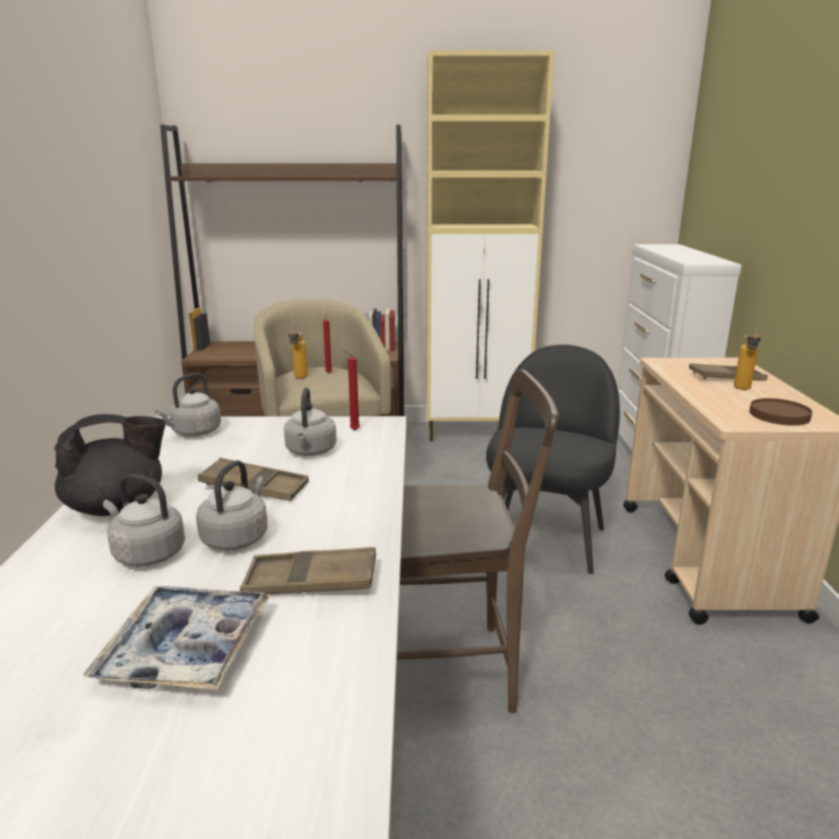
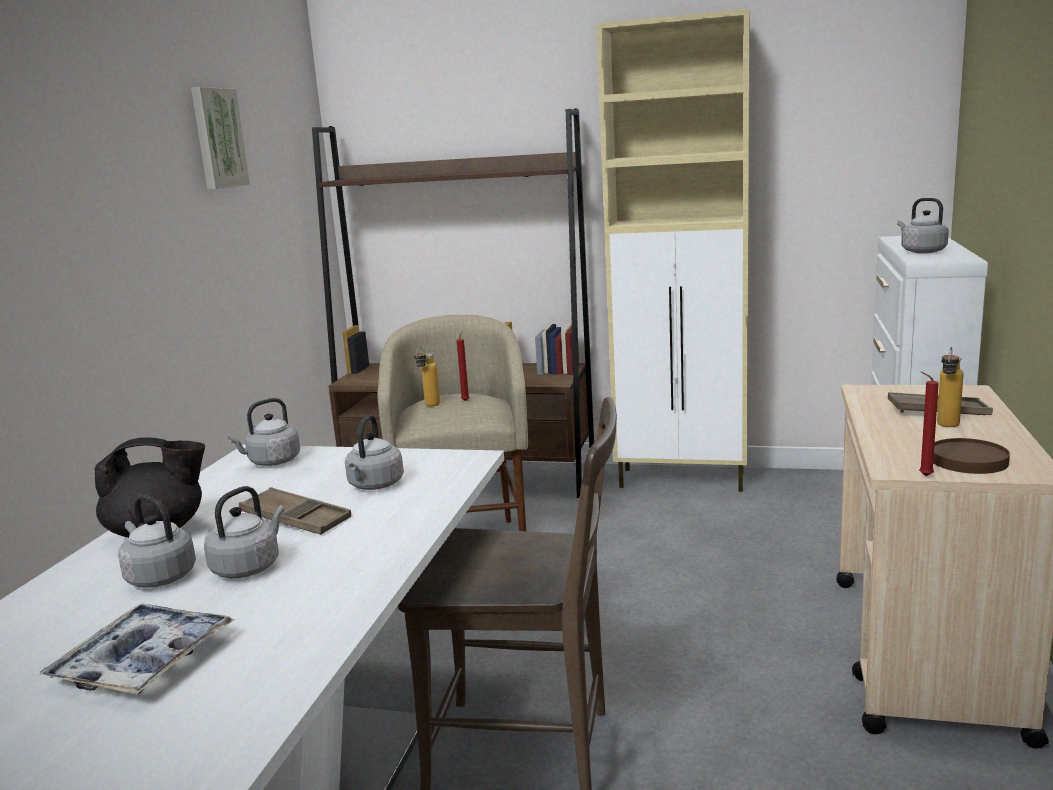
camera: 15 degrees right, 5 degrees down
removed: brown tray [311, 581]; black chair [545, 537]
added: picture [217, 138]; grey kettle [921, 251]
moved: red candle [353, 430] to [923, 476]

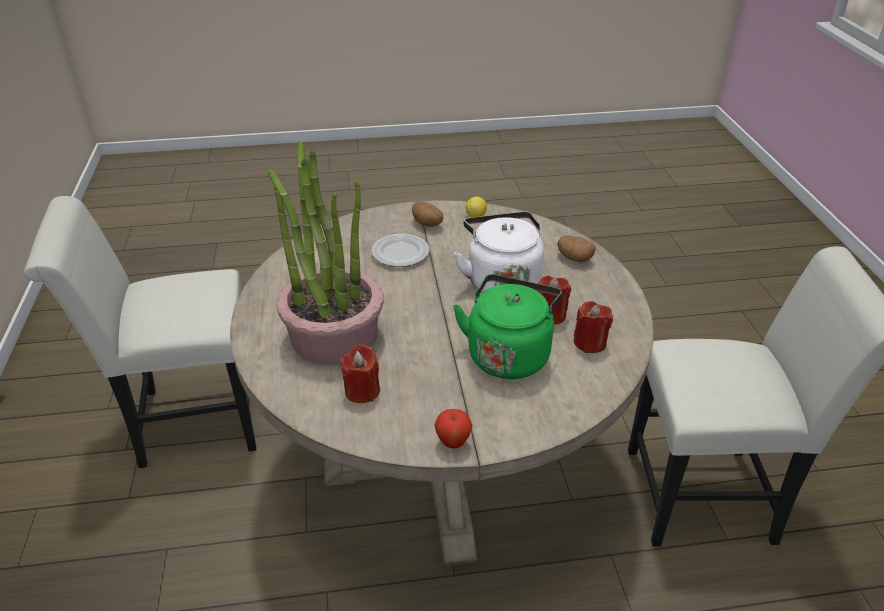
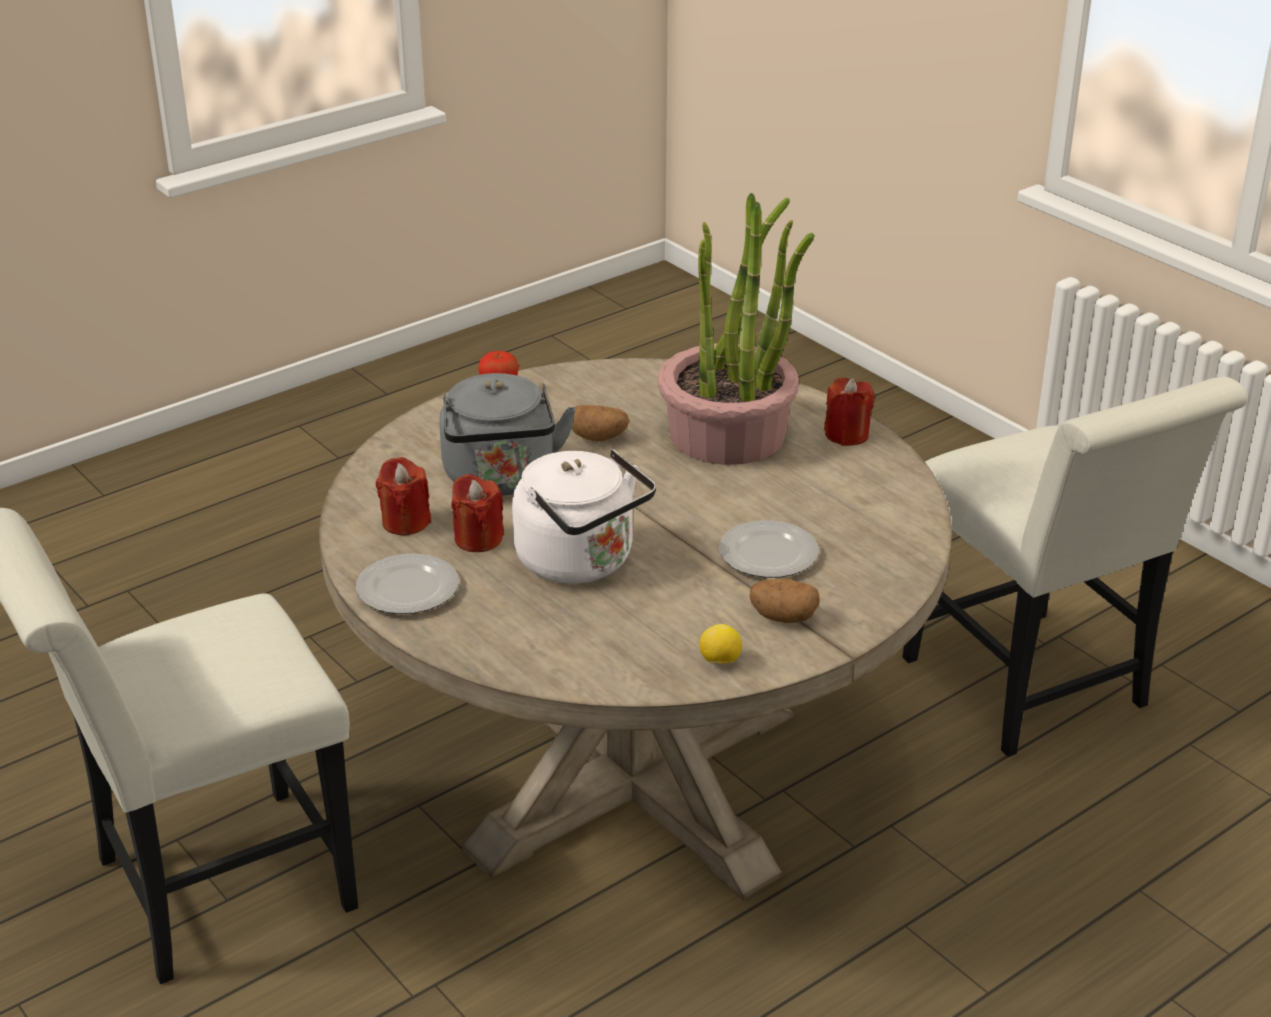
camera: 150 degrees right, 5 degrees down
added: plate [407, 590]
moved: red candle [362, 391] to [847, 435]; potato [574, 258] to [598, 438]
recoloured: green kettle [509, 354] to grey kettle [501, 480]
turned: white chair [188, 421] = [1035, 691] 105 degrees clockwise

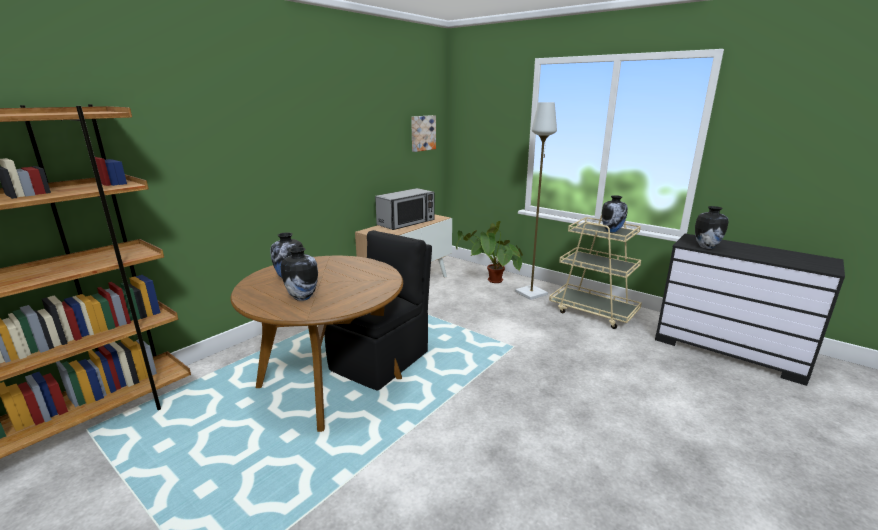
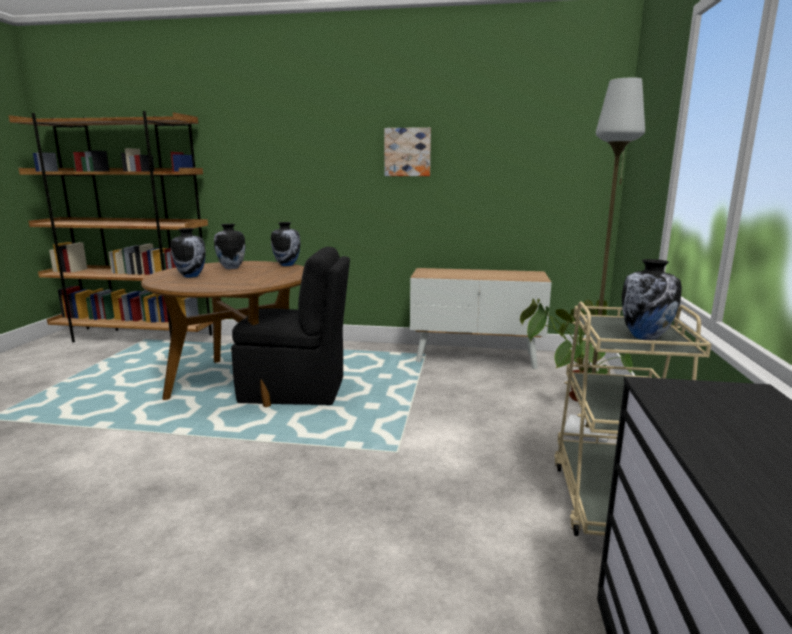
camera: 60 degrees right, 5 degrees down
removed: microwave [406, 223]
moved: picture [422, 133] to [407, 152]; vase [706, 247] to [287, 265]

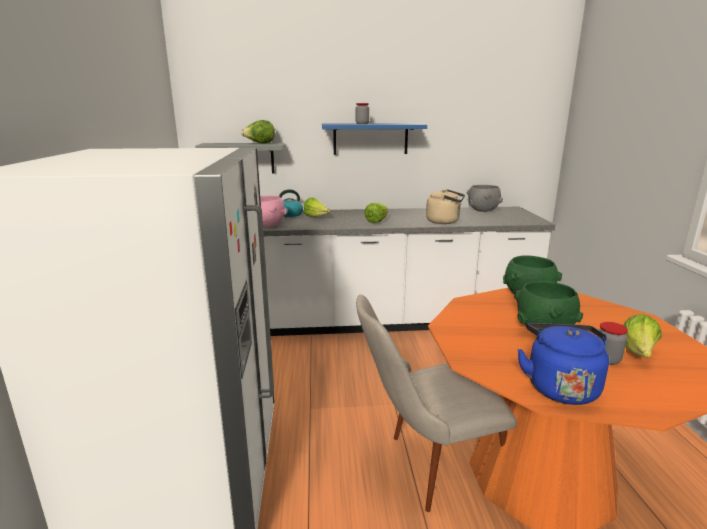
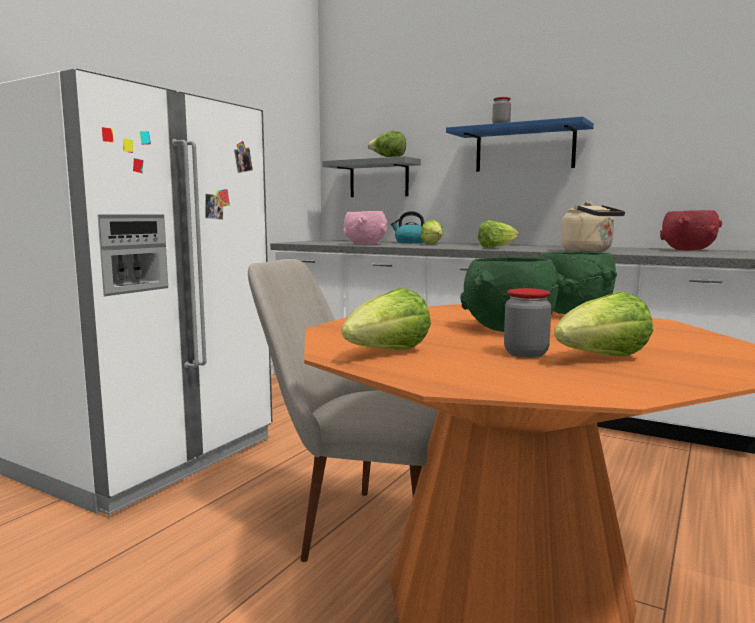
camera: 35 degrees right, 10 degrees down
replaced: blue kettle [559, 386] to lettuce [386, 353]
recoloured: grey bowl [483, 210] to red bowl [688, 250]

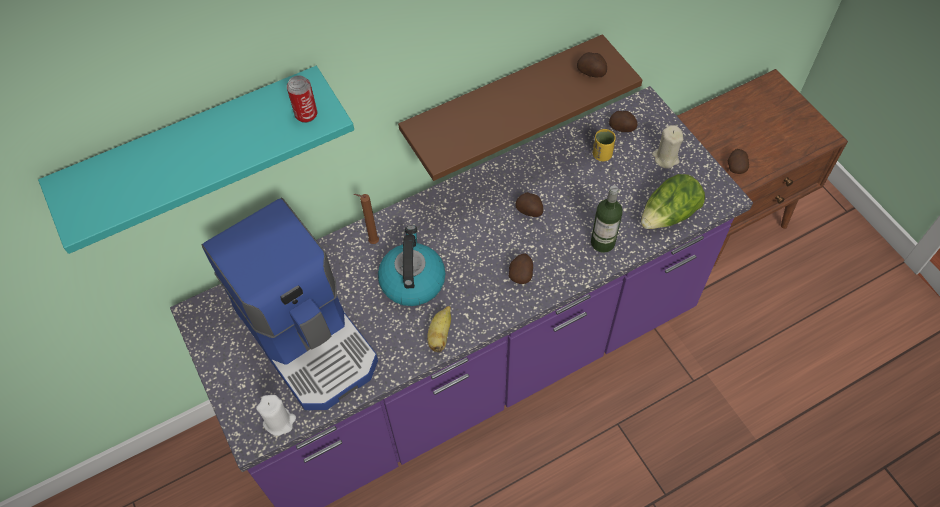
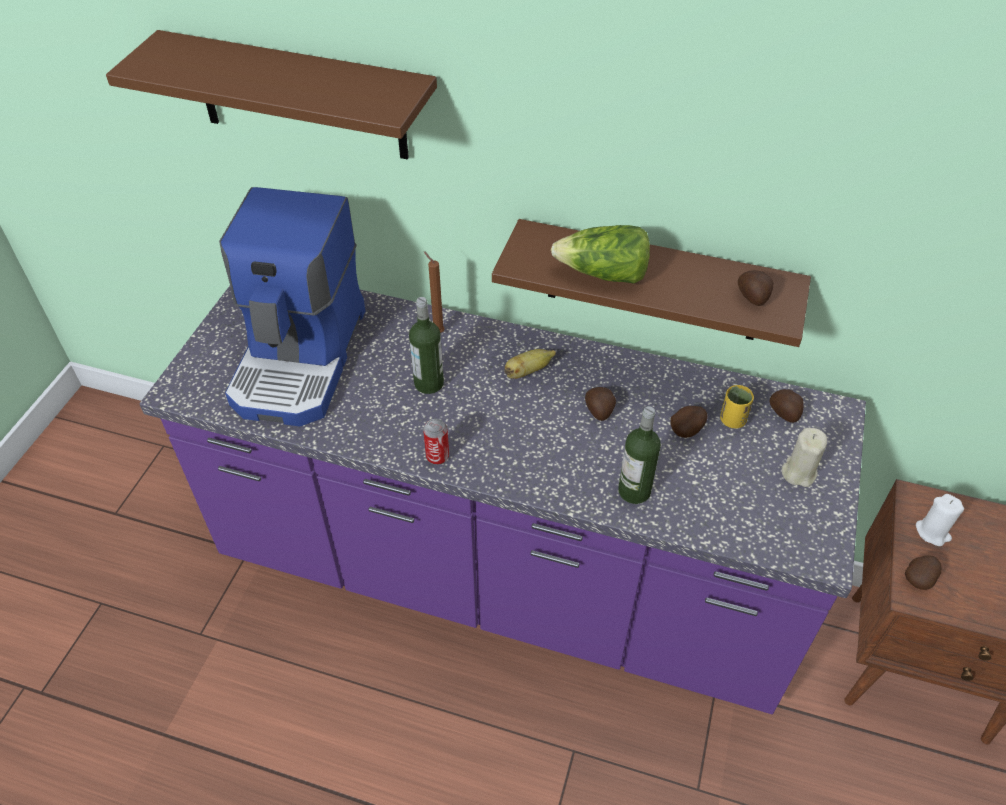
camera: 45 degrees right, 10 degrees down
moved: white candle [279, 421] to [932, 532]; can [306, 115] to [437, 456]; banana [440, 335] to [528, 371]; potato [521, 274] to [687, 429]; lettuce [669, 215] to [603, 274]
replaced: kettle [412, 280] to bottle [429, 383]
recoloured: turquoise shelf [195, 149] to brown shelf [300, 97]

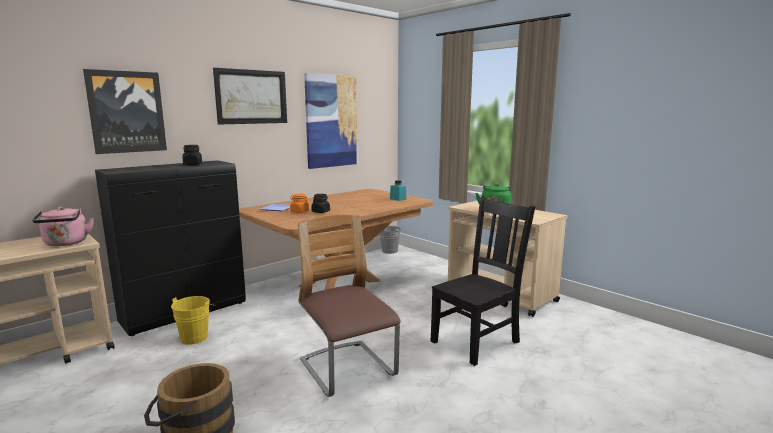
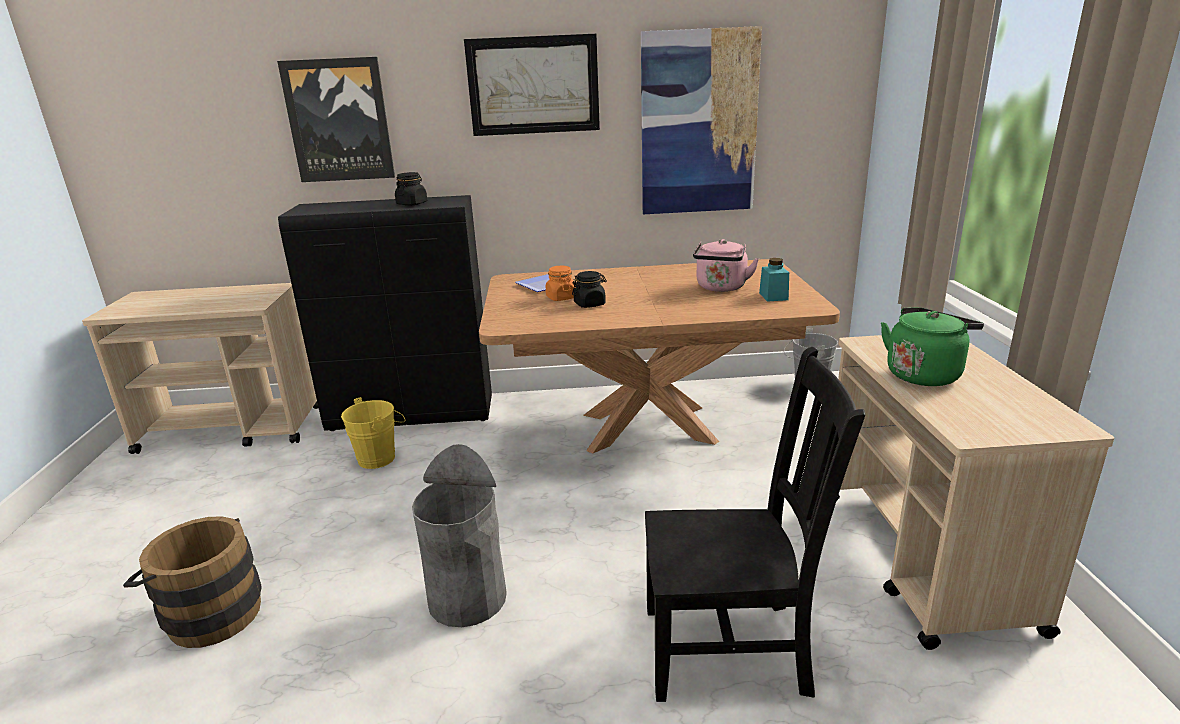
camera: 40 degrees right, 10 degrees up
moved: pink kettle [66, 243] to [721, 288]
replaced: chair [347, 369] to grey trash can [467, 598]

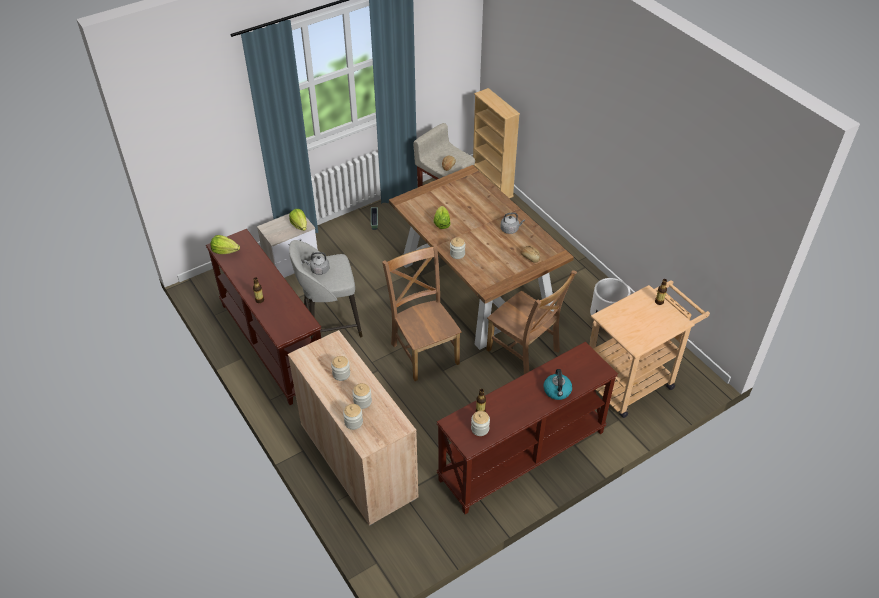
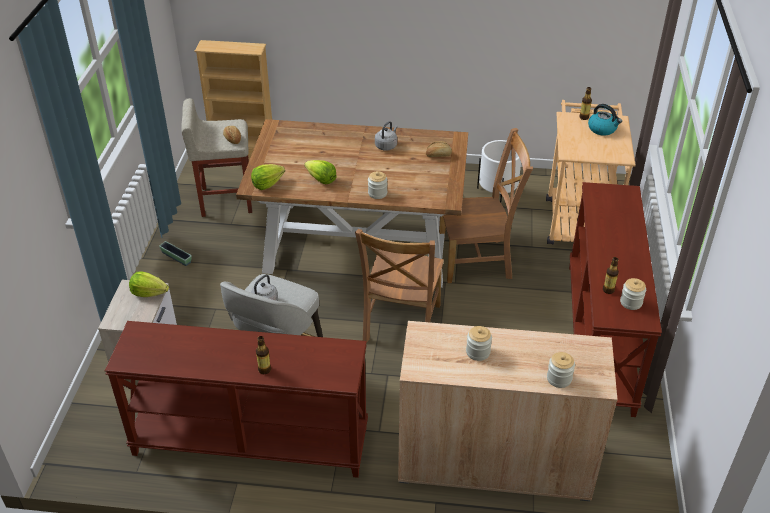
camera: 50 degrees left, 5 degrees down
removed: jar [362, 402]
moved: lettuce [225, 251] to [267, 184]; kettle [557, 391] to [602, 129]
turned: brown chair [424, 351] = [401, 326] 90 degrees counterclockwise

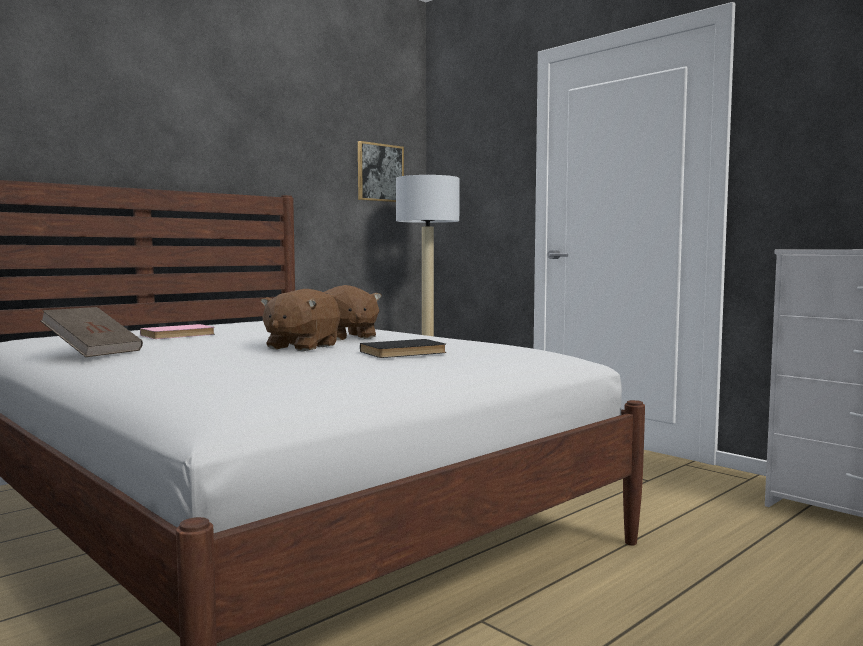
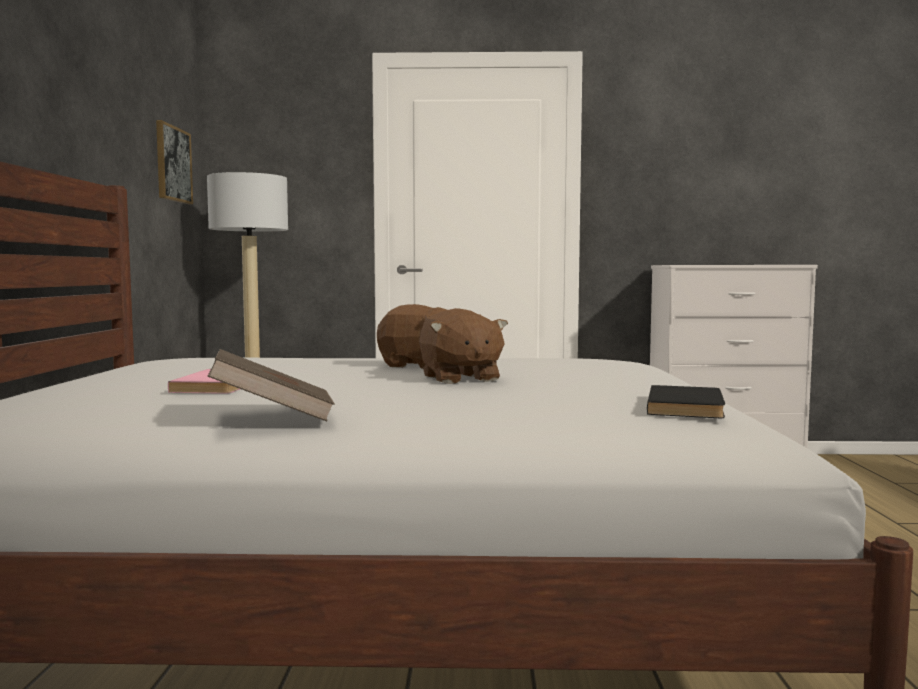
camera: 45 degrees left, 0 degrees up
moved: black book [404, 352] to [689, 407]

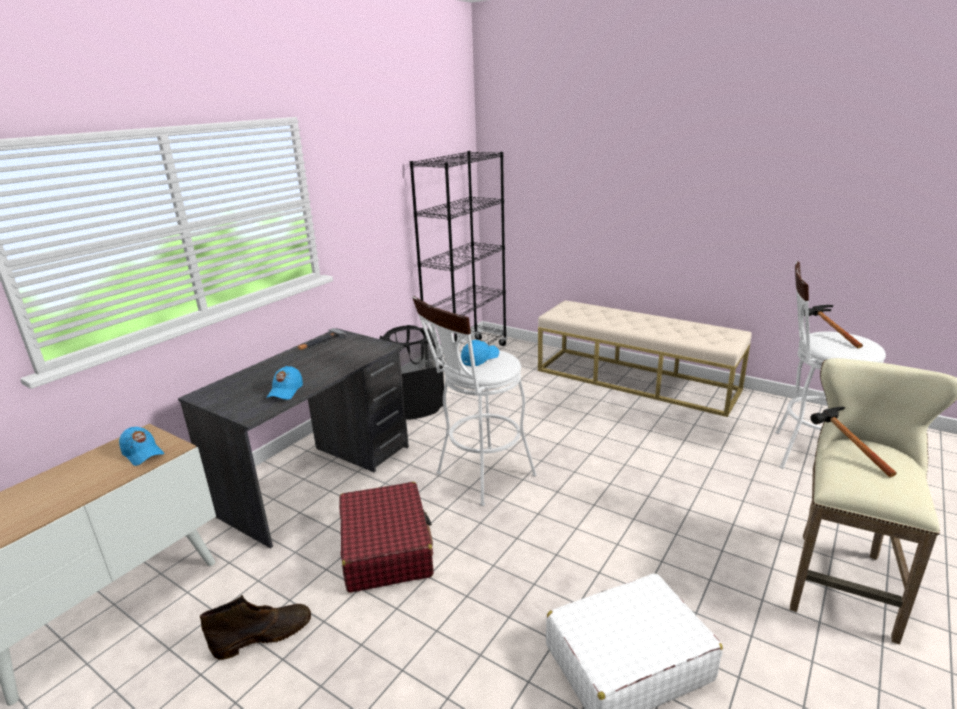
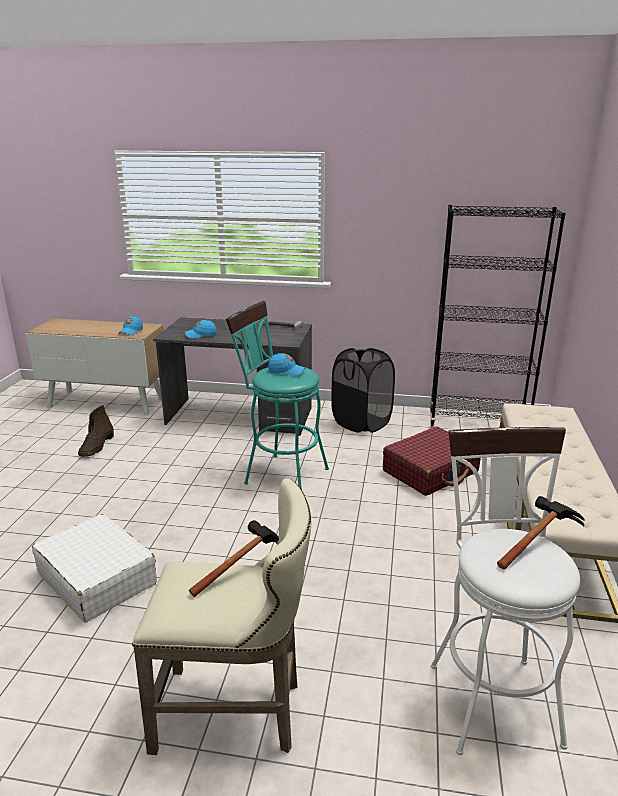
camera: 65 degrees right, 0 degrees up
moved: red suitcase [386, 548] to [431, 471]
recoloured: white stool [479, 477] to turquoise stool [280, 474]
turned: brown boot [264, 635] = [97, 446] 60 degrees clockwise

